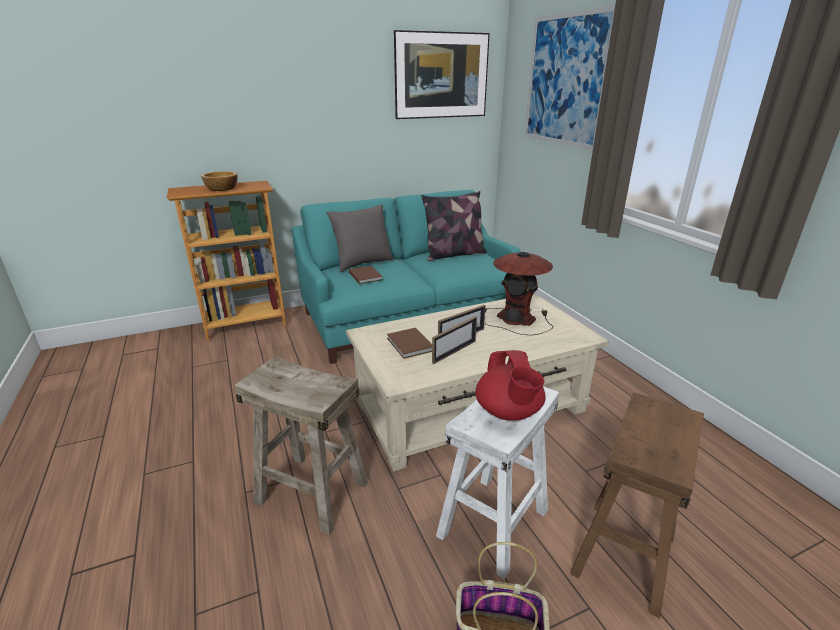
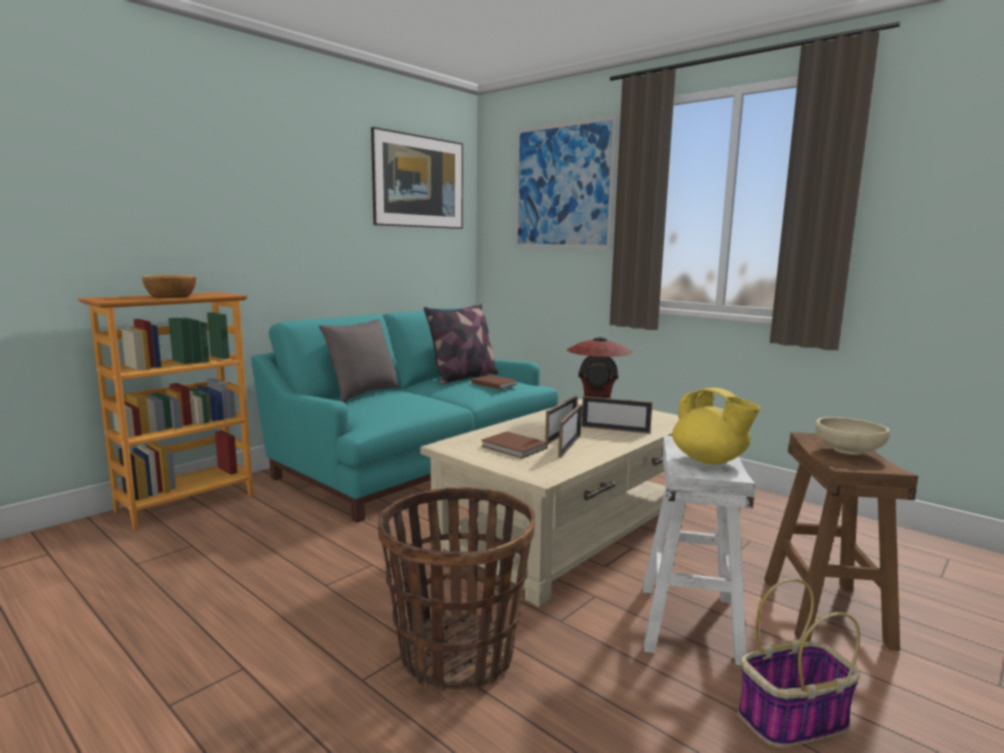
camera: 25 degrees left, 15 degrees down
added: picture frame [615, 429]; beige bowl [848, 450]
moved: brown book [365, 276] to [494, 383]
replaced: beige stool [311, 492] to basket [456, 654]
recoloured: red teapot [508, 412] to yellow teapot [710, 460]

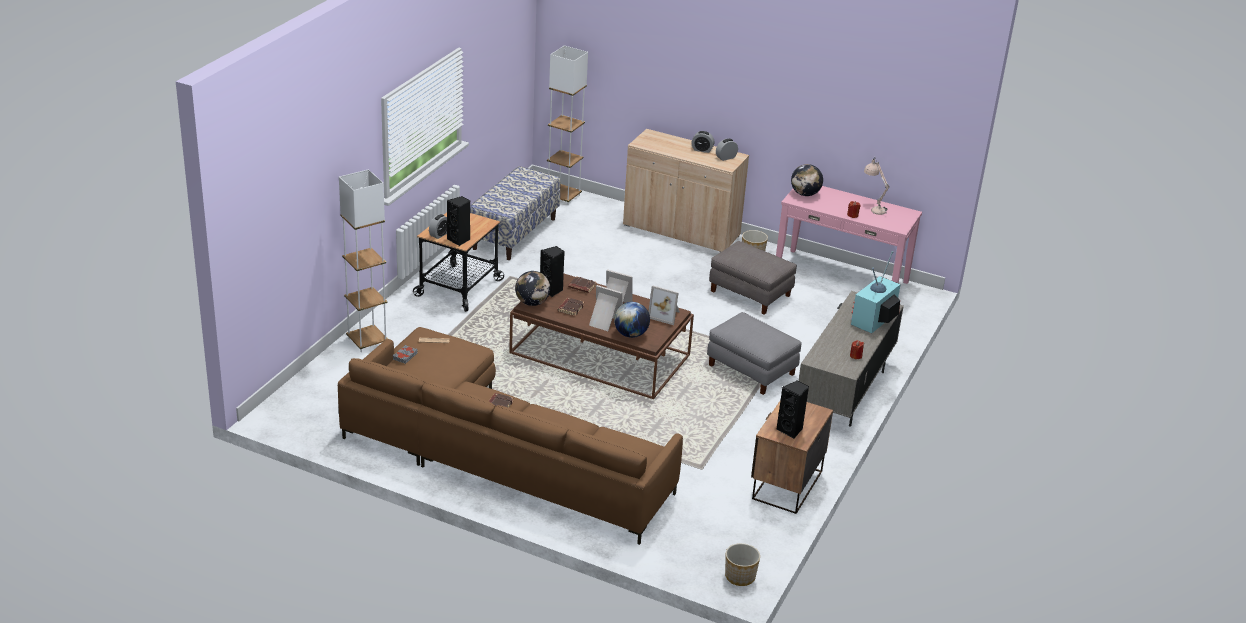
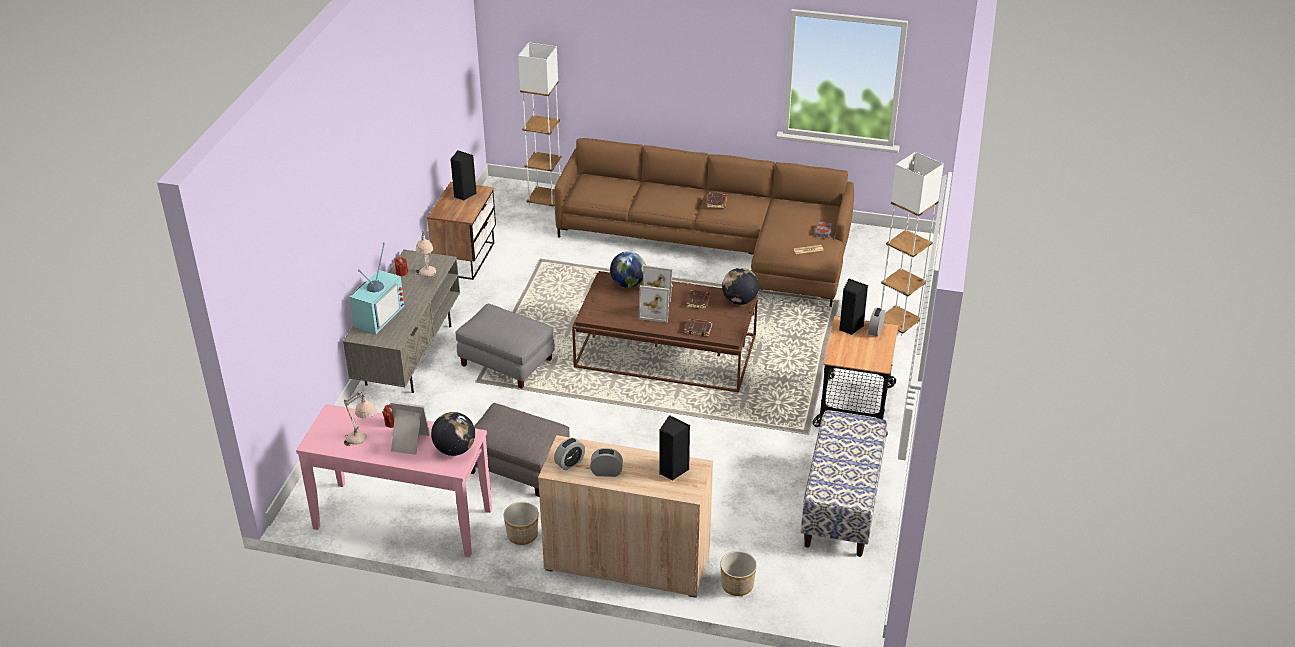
camera: 170 degrees right, 5 degrees up
added: beige table lamp [427, 277]
moved: black speaker [552, 290] to [672, 470]; white floor lamp [563, 197] to [545, 200]; picture frame [665, 315] to [408, 443]; planter [740, 576] to [737, 585]

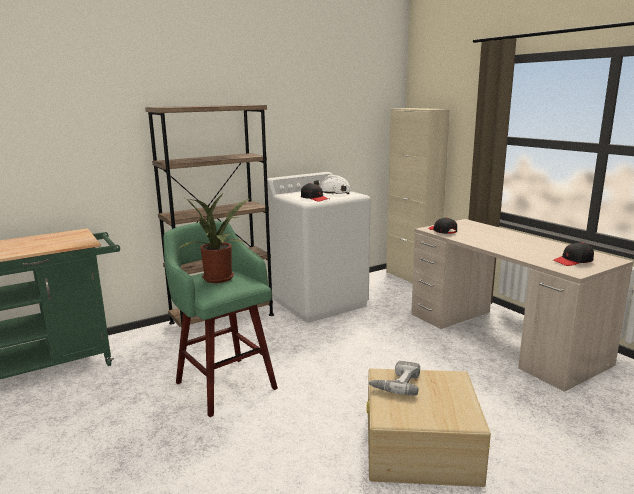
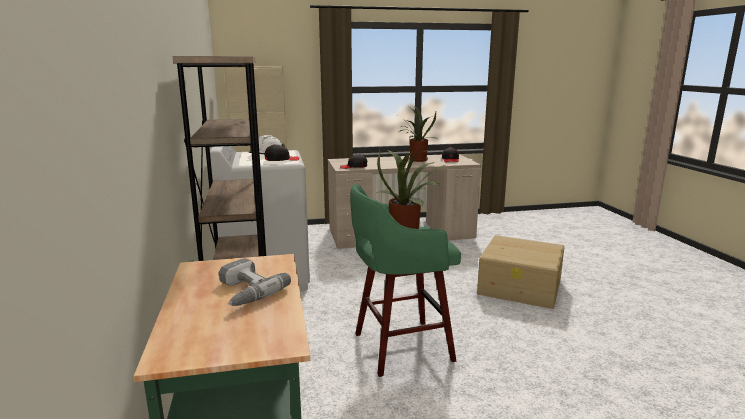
camera: 70 degrees left, 0 degrees up
added: potted plant [416, 160]
moved: power drill [396, 383] to [244, 291]

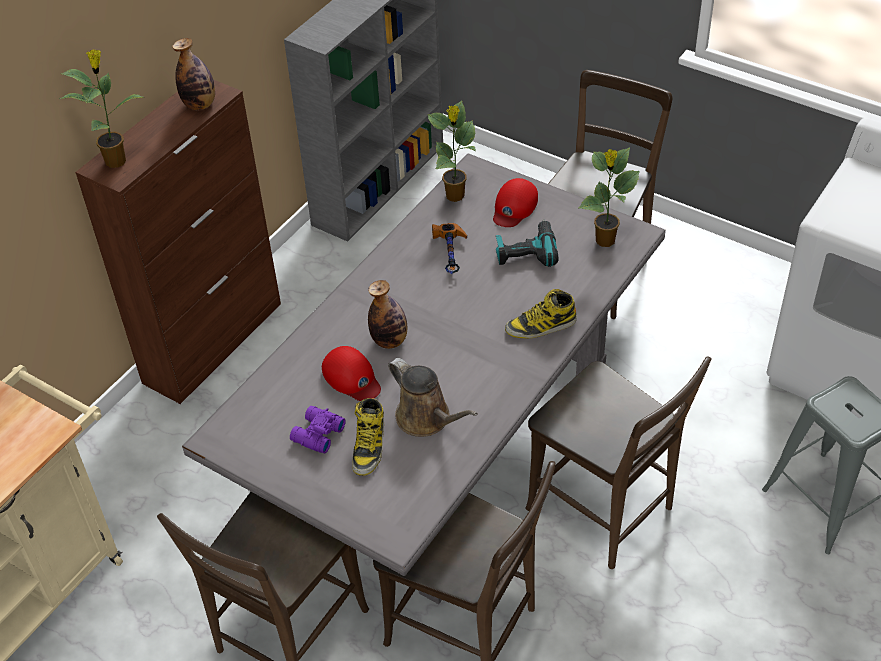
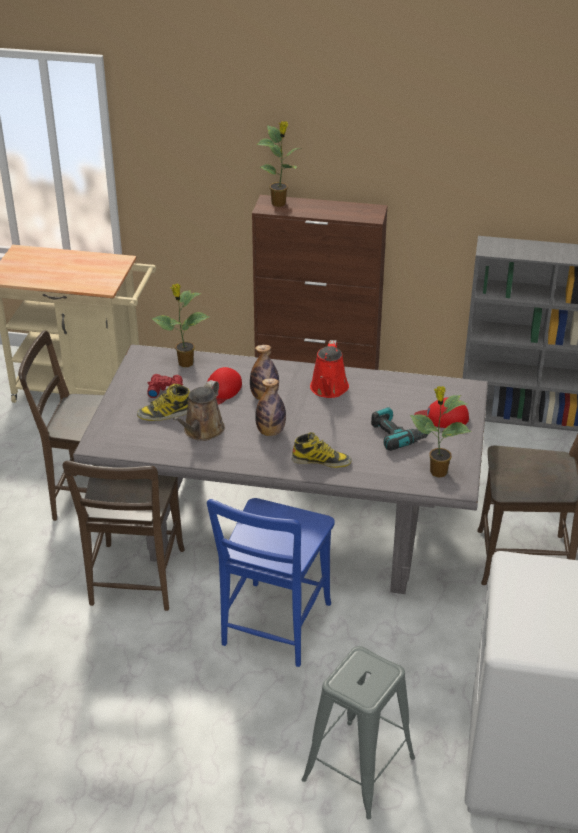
camera: 65 degrees right, 10 degrees down
removed: hammer [451, 256]
added: red watering can [328, 389]
moved: bottle [200, 104] to [270, 432]; potted plant [455, 196] to [185, 363]
recoloured: purple binoculars [316, 434] to red binoculars [164, 390]; brown chair [605, 513] to blue chair [273, 628]
turned: boot [541, 326] = [321, 461] 135 degrees clockwise

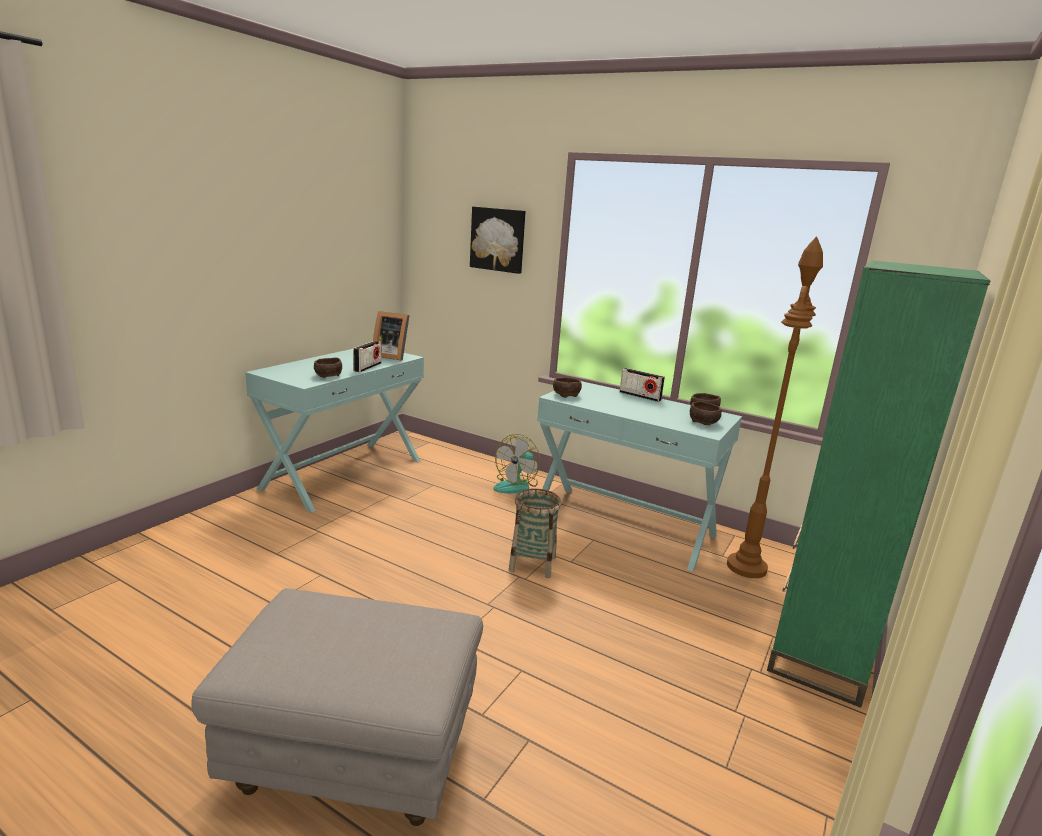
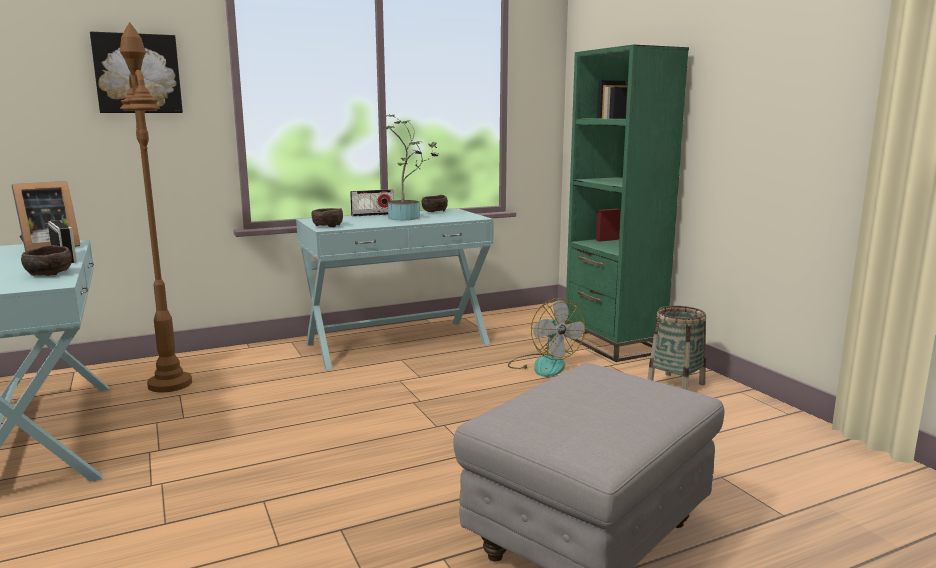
camera: 55 degrees left, 5 degrees down
removed: brown bowl [704, 422]
added: potted plant [408, 217]
moved: fan [516, 485] to [543, 365]; basket [532, 564] to [676, 384]; brown floor lamp [746, 567] to [170, 384]

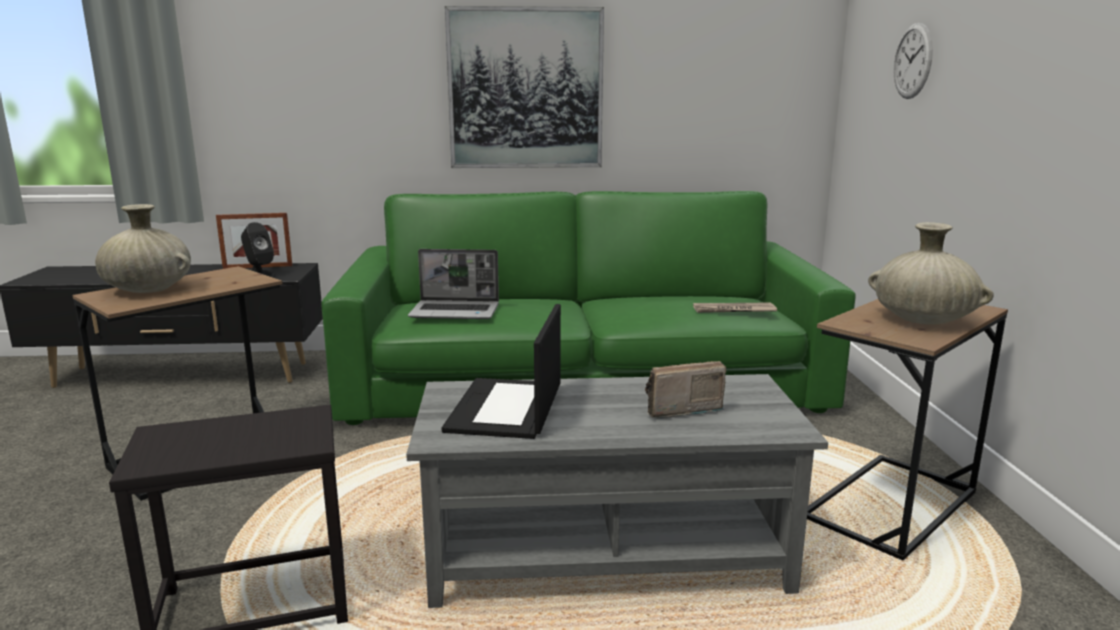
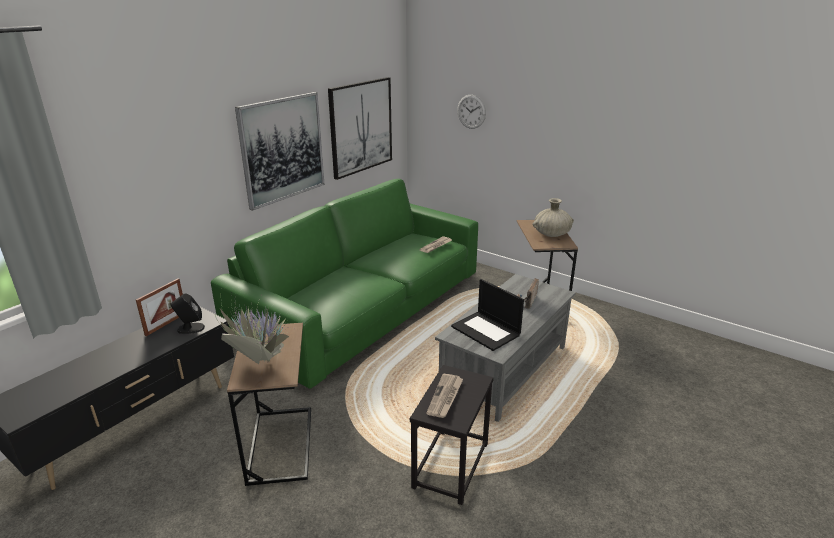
camera: 50 degrees left, 10 degrees up
removed: laptop [456, 312]
added: picture [361, 127]; newspaper [445, 397]
replaced: beige vase [148, 290] to potted plant [259, 363]

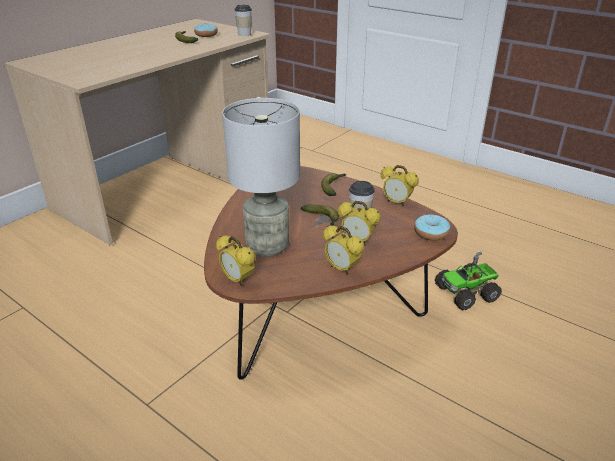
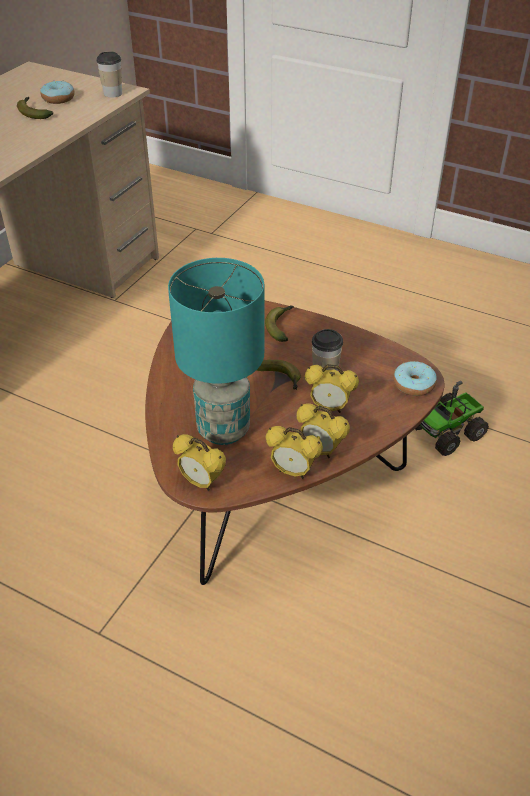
camera: 10 degrees left, 10 degrees up
moved: alarm clock [396, 203] to [292, 472]
recoloured: grey table lamp [267, 246] to turquoise table lamp [223, 429]

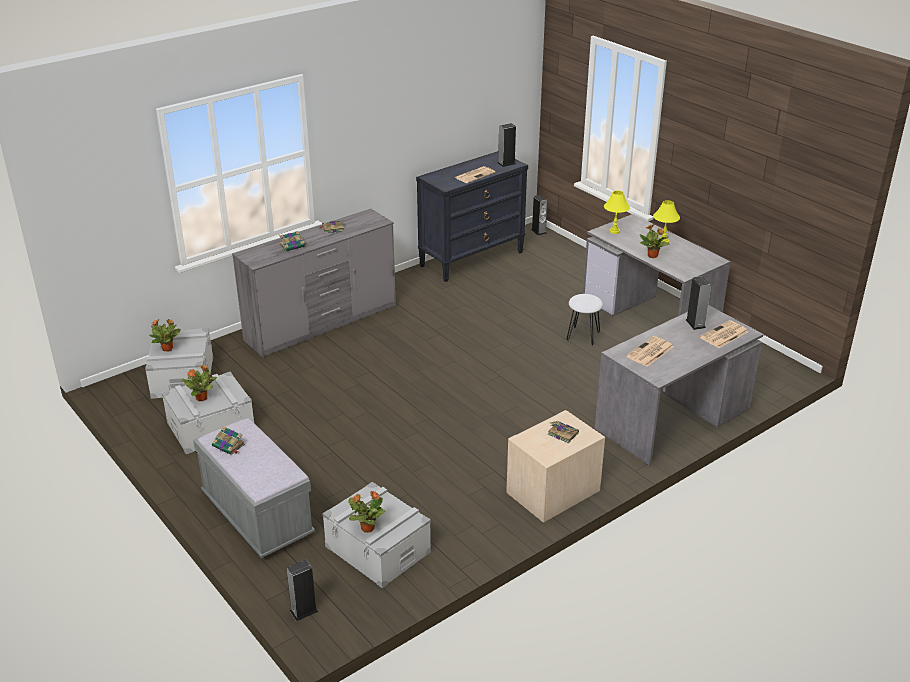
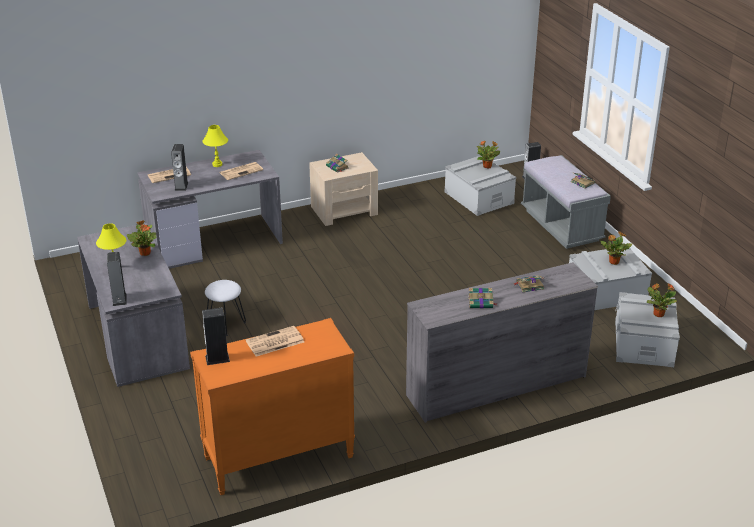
camera: 165 degrees left, 0 degrees up
moved: speaker [538, 231] to [119, 299]; yellow table lamp [614, 231] to [217, 164]
recoloured: black dresser [472, 259] to orange dresser [278, 458]

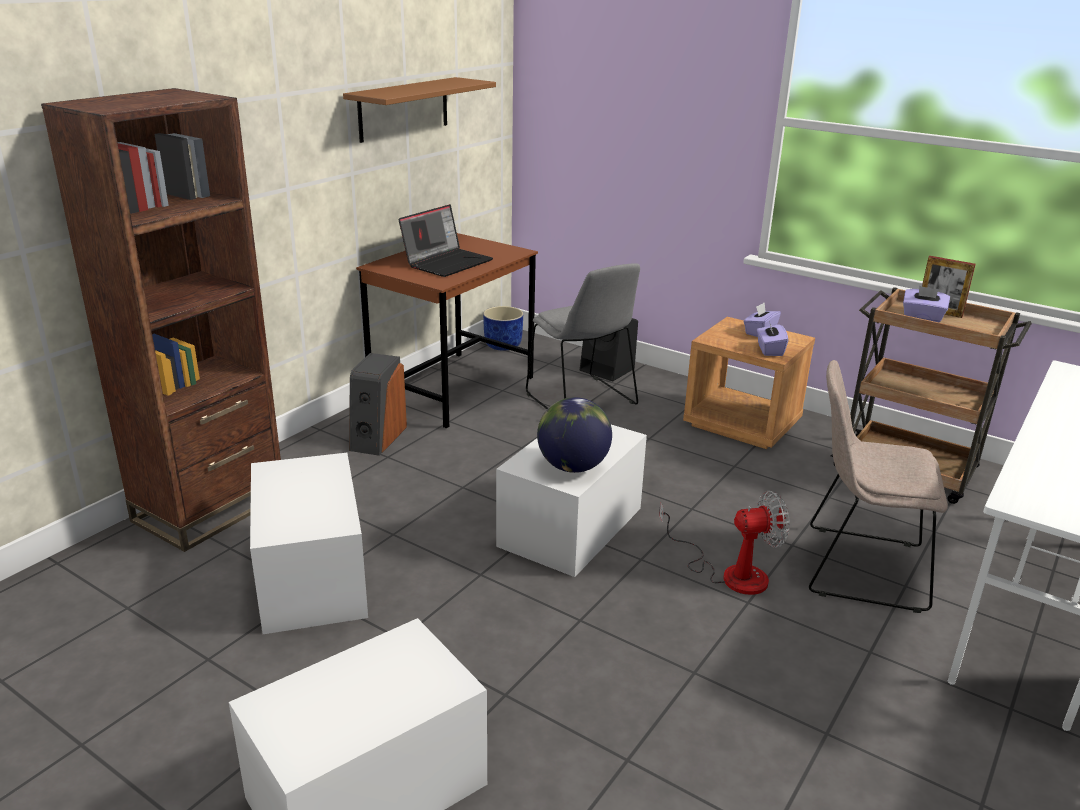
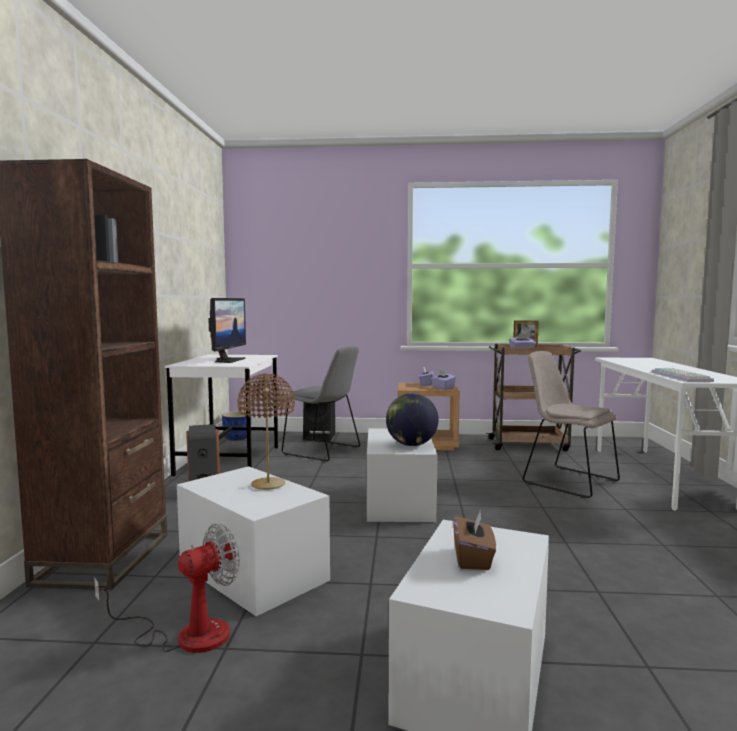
camera: 30 degrees left, 20 degrees down
removed: brown shelf [404, 109]
added: brown table lamp [268, 485]; brown tissue box [473, 559]; keyboard [682, 377]
moved: fan [730, 573] to [186, 634]
replaced: laptop [447, 262] to monitor [228, 360]
recoloured: brown desk [453, 388] to white desk [229, 461]
turned: beige chair [858, 567] = [567, 481] 60 degrees clockwise

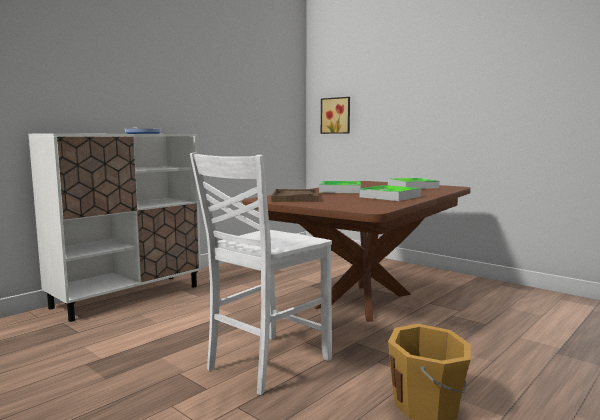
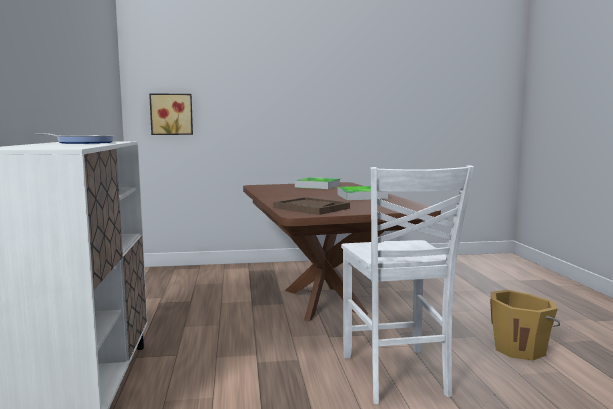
camera: 50 degrees left, 0 degrees up
removed: tray [340, 190]

